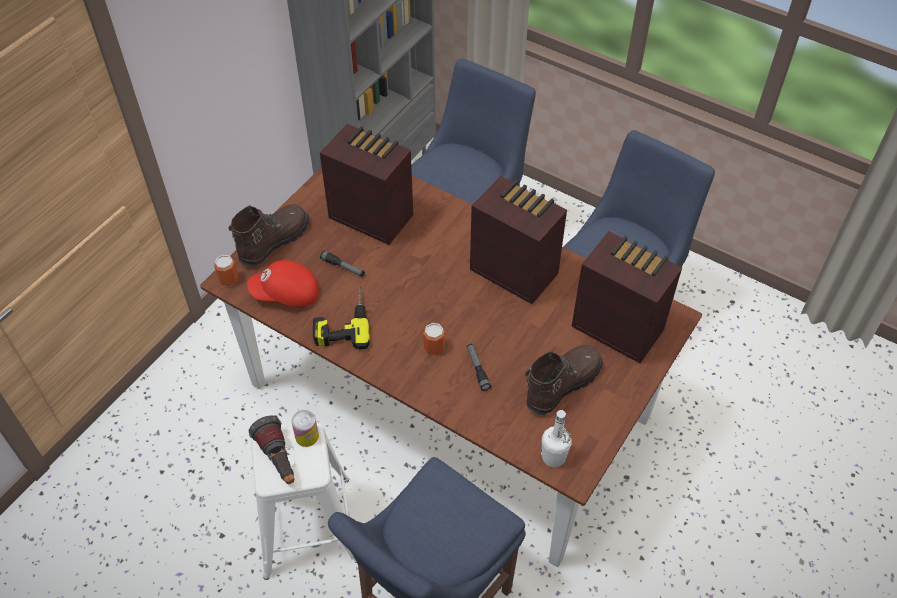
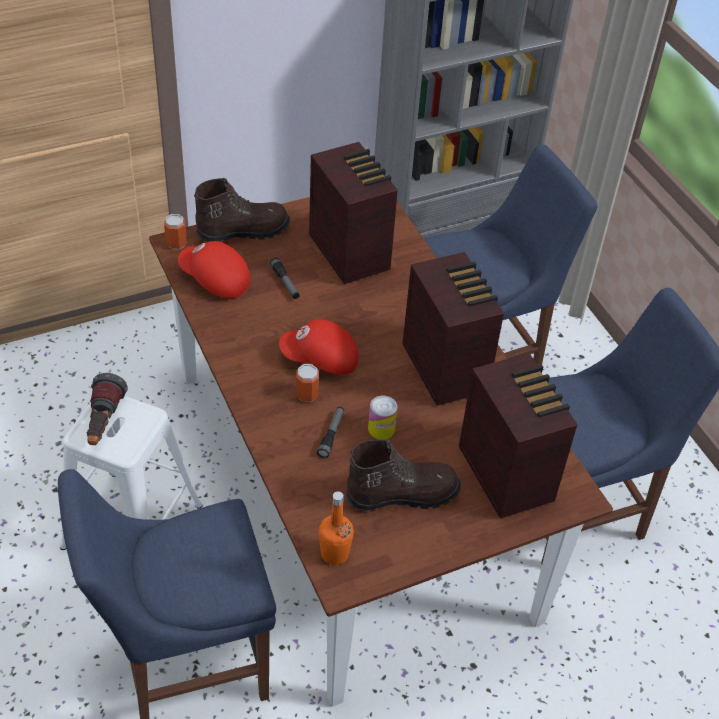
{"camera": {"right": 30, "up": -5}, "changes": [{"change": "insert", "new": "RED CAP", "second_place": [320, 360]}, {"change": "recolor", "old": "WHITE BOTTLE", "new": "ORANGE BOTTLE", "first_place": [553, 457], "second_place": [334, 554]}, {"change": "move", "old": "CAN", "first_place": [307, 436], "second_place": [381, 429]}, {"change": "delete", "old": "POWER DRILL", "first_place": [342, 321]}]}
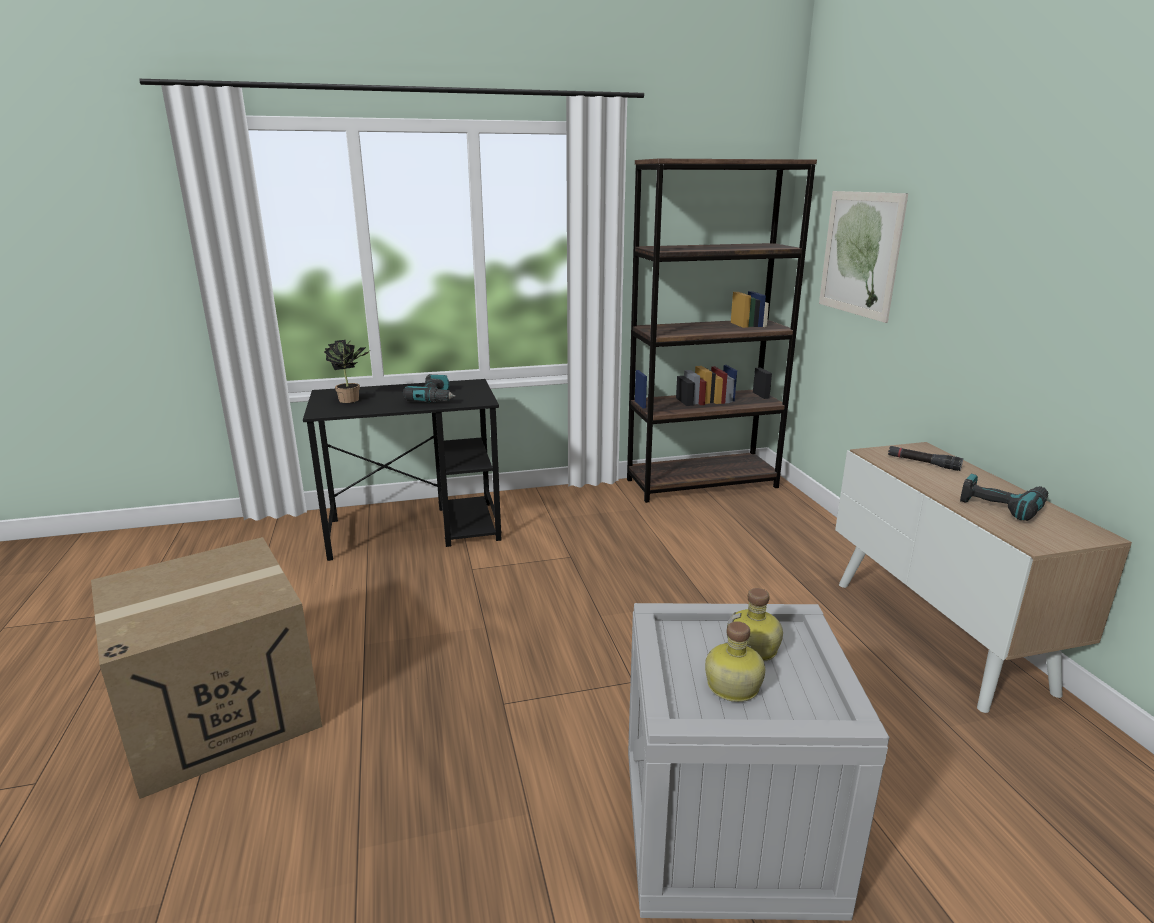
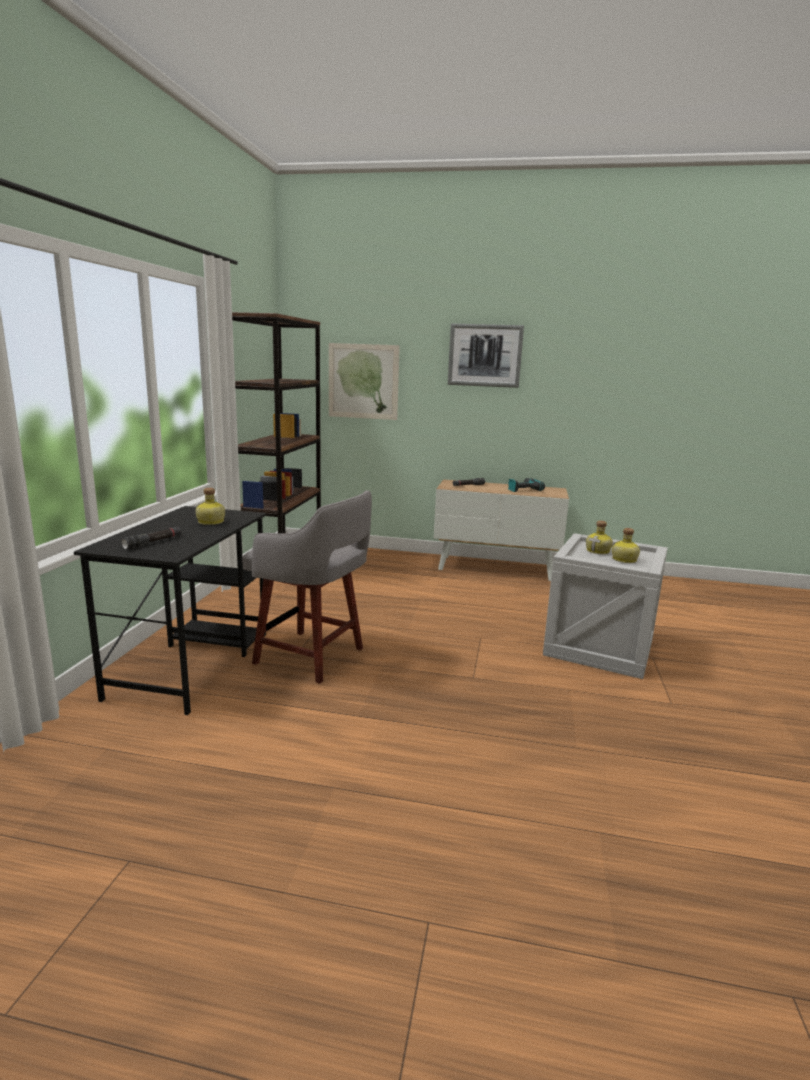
{"camera": {"right": -65, "up": -5}, "changes": [{"change": "replace", "old": "POTTED PLANT", "new": "BLACK FLASHLIGHT", "first_place": [352, 400], "second_place": [153, 542]}, {"change": "replace", "old": "POWER DRILL", "new": "BOTTLE", "first_place": [435, 398], "second_place": [211, 522]}, {"change": "insert", "new": "GREY STOOL", "second_place": [313, 657]}, {"change": "insert", "new": "PICTURE", "second_place": [485, 355]}, {"change": "delete", "old": "CARDBOARD BOX", "first_place": [221, 711]}]}
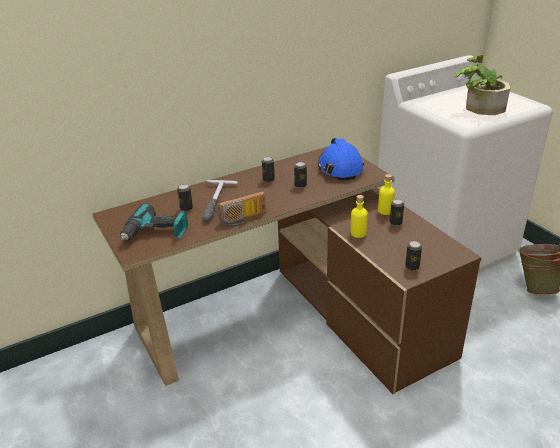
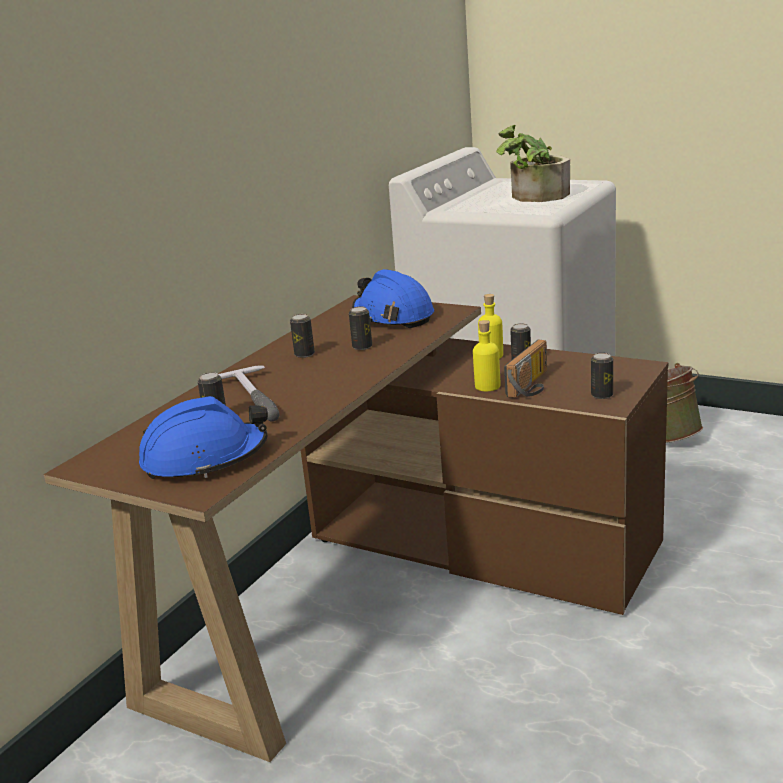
{"camera": {"right": -30, "up": -10}, "changes": [{"change": "replace", "old": "POWER DRILL", "new": "BLUE HARD HAT", "first_place": [155, 233], "second_place": [205, 459]}, {"change": "move", "old": "RADIO", "first_place": [243, 219], "second_place": [533, 386]}]}
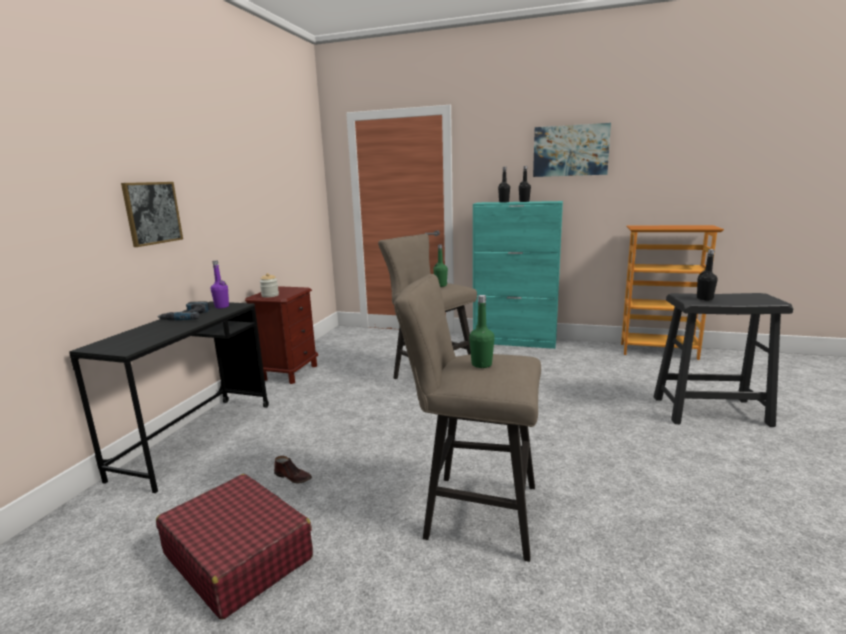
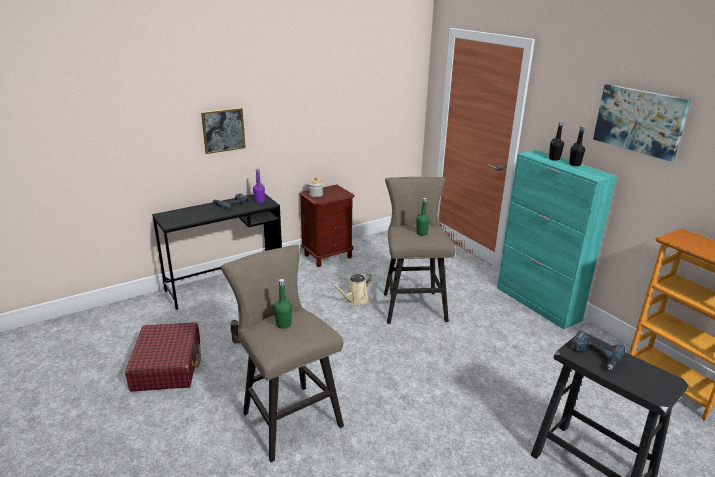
{"camera": {"right": 40, "up": 10}, "changes": [{"change": "insert", "new": "BEIGE WATERING CAN", "second_place": [355, 300]}, {"change": "replace", "old": "BLACK BOTTLE", "new": "POWER DRILL", "first_place": [704, 299], "second_place": [595, 355]}]}
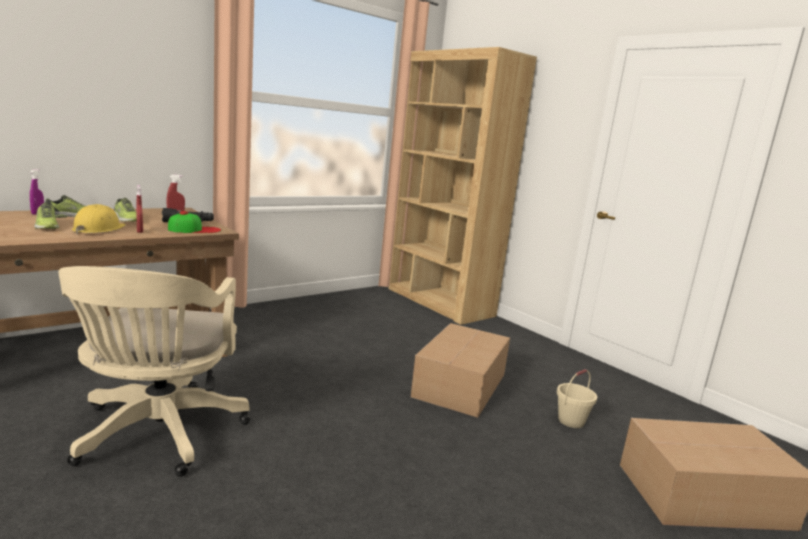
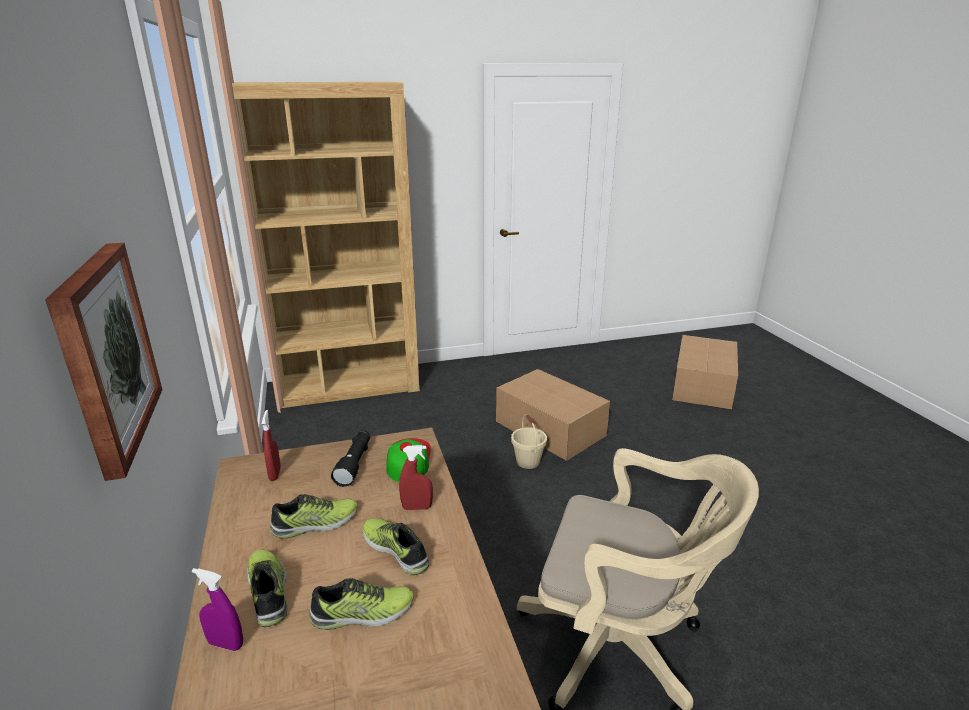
{"camera": {"right": -65, "up": 10}, "changes": [{"change": "insert", "new": "PICTURE", "second_place": [105, 354]}, {"change": "replace", "old": "YELLOW HARD HAT", "new": "SHOE", "first_place": [98, 229], "second_place": [396, 550]}, {"change": "move", "old": "BEIGE BUCKET", "first_place": [571, 421], "second_place": [527, 462]}]}
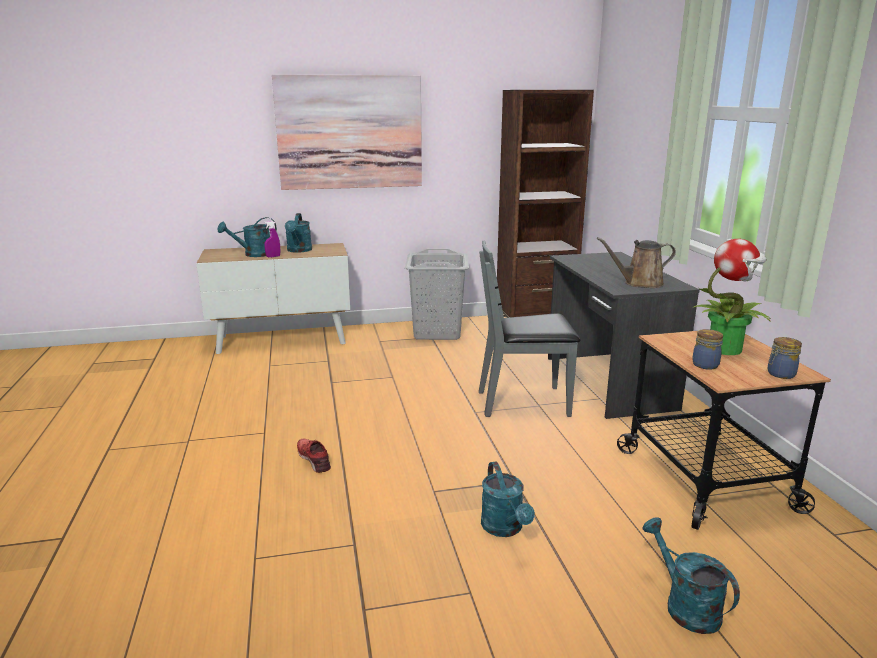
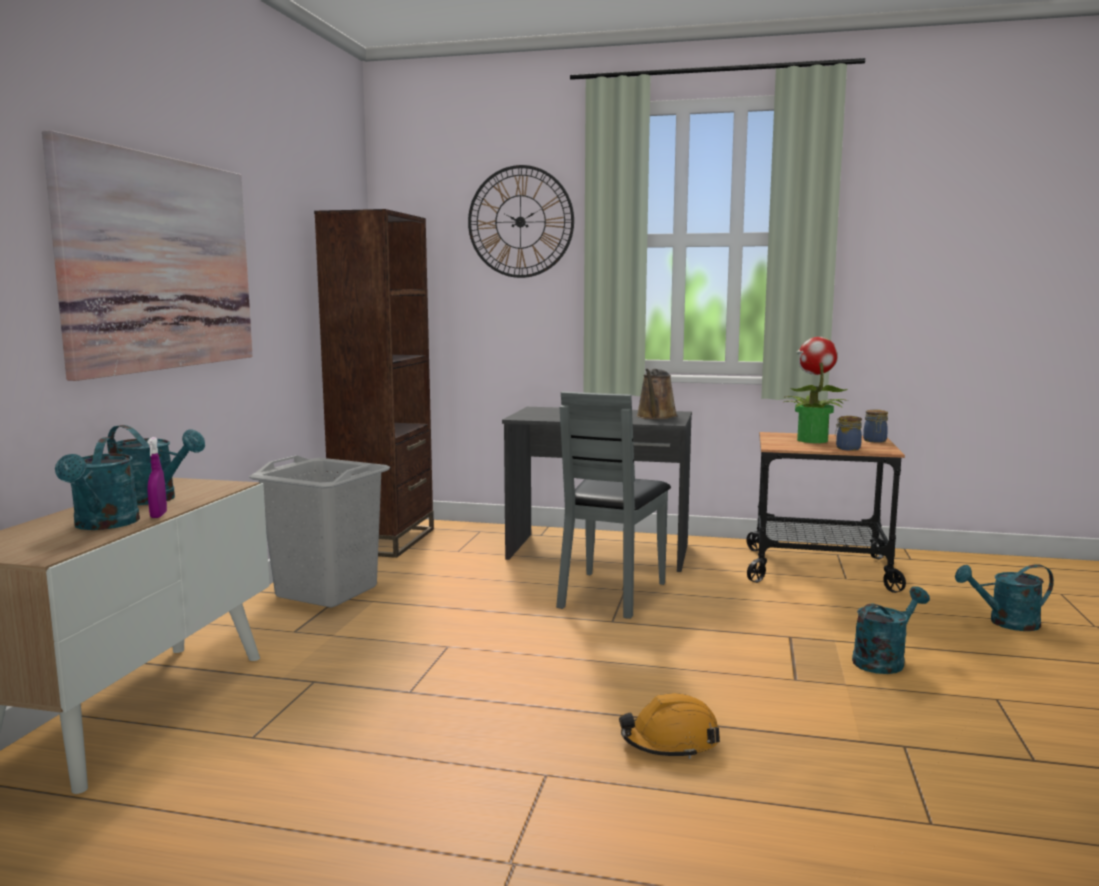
{"camera": {"right": -65, "up": -10}, "changes": [{"change": "insert", "new": "WALL CLOCK", "second_place": [520, 222]}, {"change": "replace", "old": "RED SHOE", "new": "ORANGE HARD HAT", "first_place": [314, 459], "second_place": [670, 742]}, {"change": "rotate", "old": "TURQUOISE WATERING CAN", "first_place": [505, 529], "second_place": [884, 660], "degrees": -45}]}
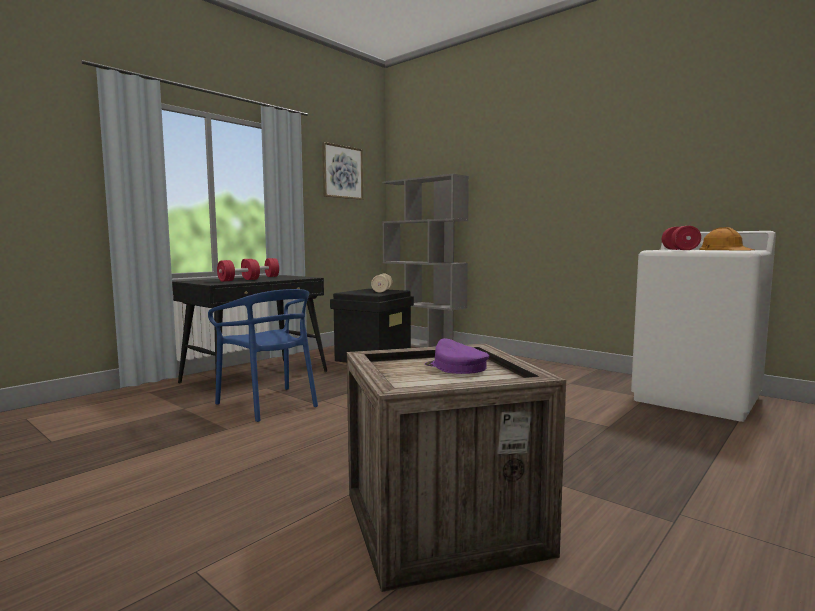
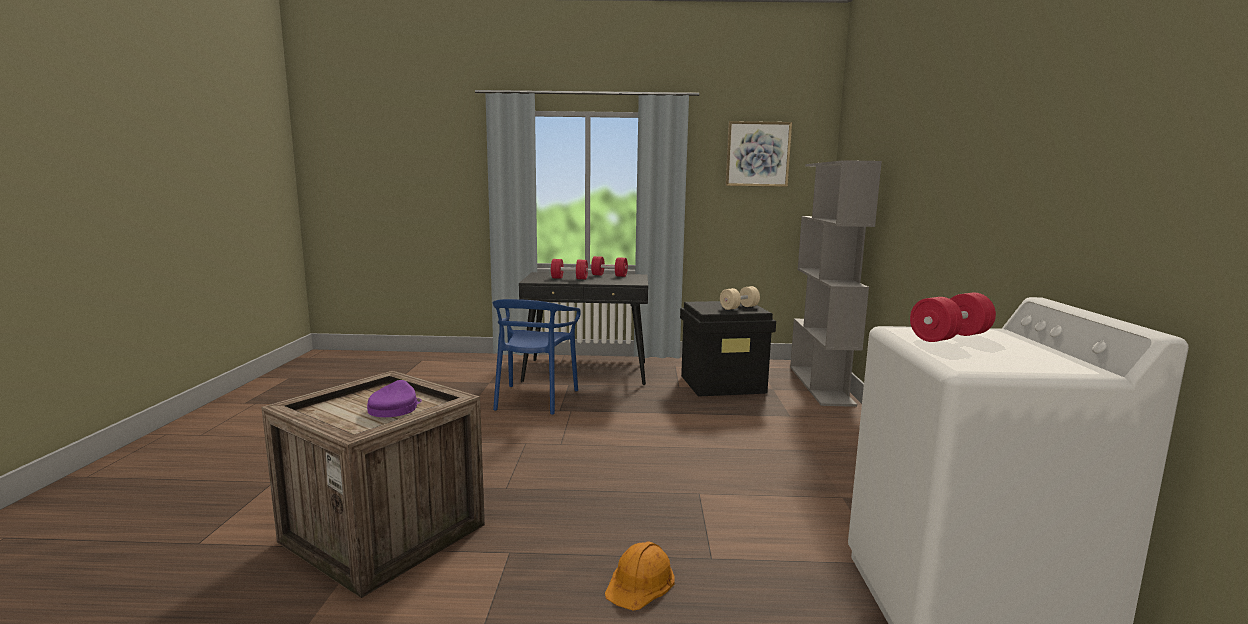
{"camera": {"right": 50, "up": 5}, "changes": [{"change": "move", "old": "ORANGE HARD HAT", "first_place": [725, 250], "second_place": [640, 582]}]}
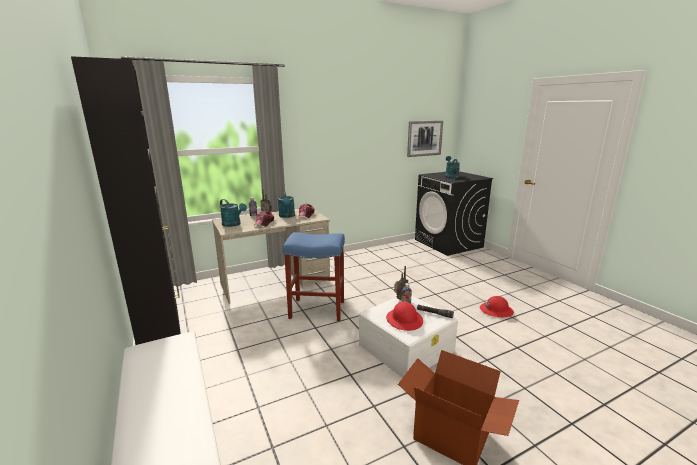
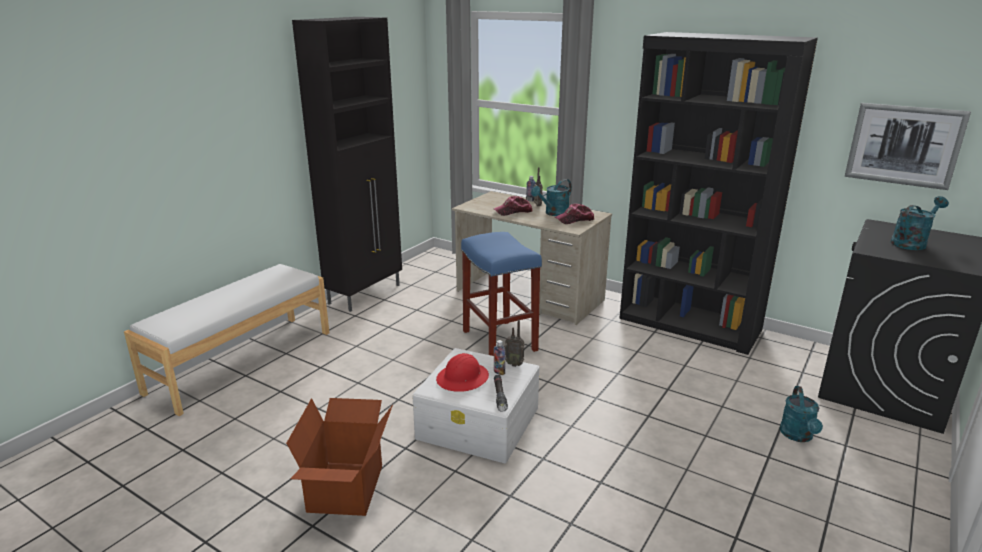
{"camera": {"right": 60, "up": 5}, "changes": [{"change": "insert", "new": "BLACK BOOKCASE", "second_place": [689, 325]}, {"change": "move", "old": "TURQUOISE WATERING CAN", "first_place": [233, 224], "second_place": [798, 436]}, {"change": "delete", "old": "RED HARD HAT", "first_place": [496, 310]}]}
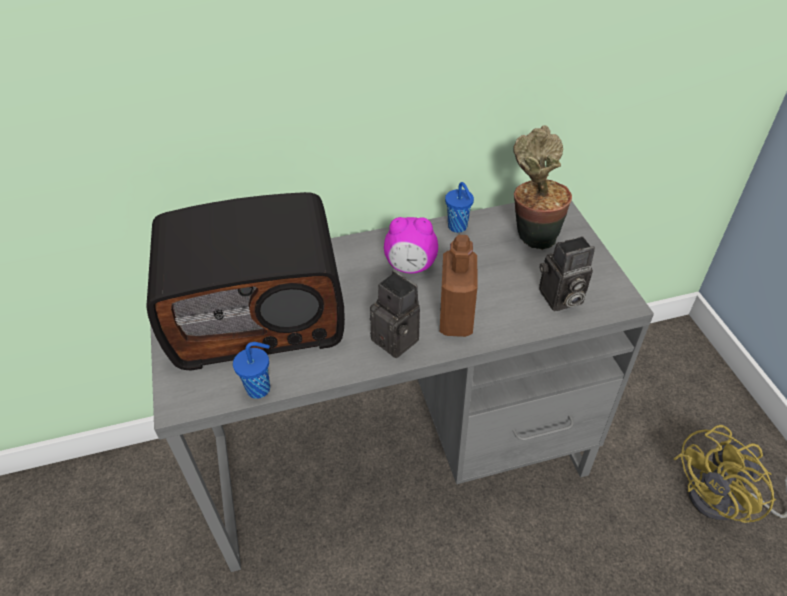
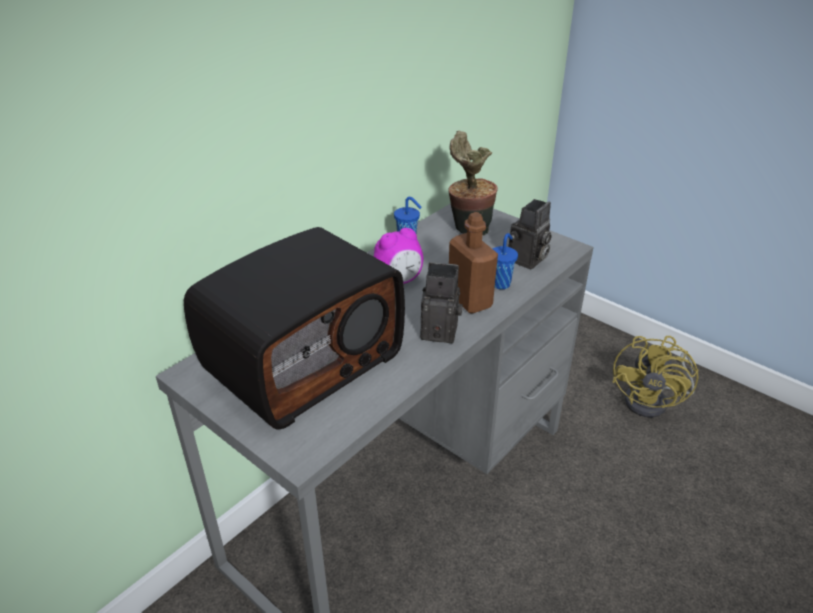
{"camera": {"right": -35, "up": -10}, "changes": [{"change": "move", "old": "BLUE CUP", "first_place": [260, 388], "second_place": [501, 283]}]}
